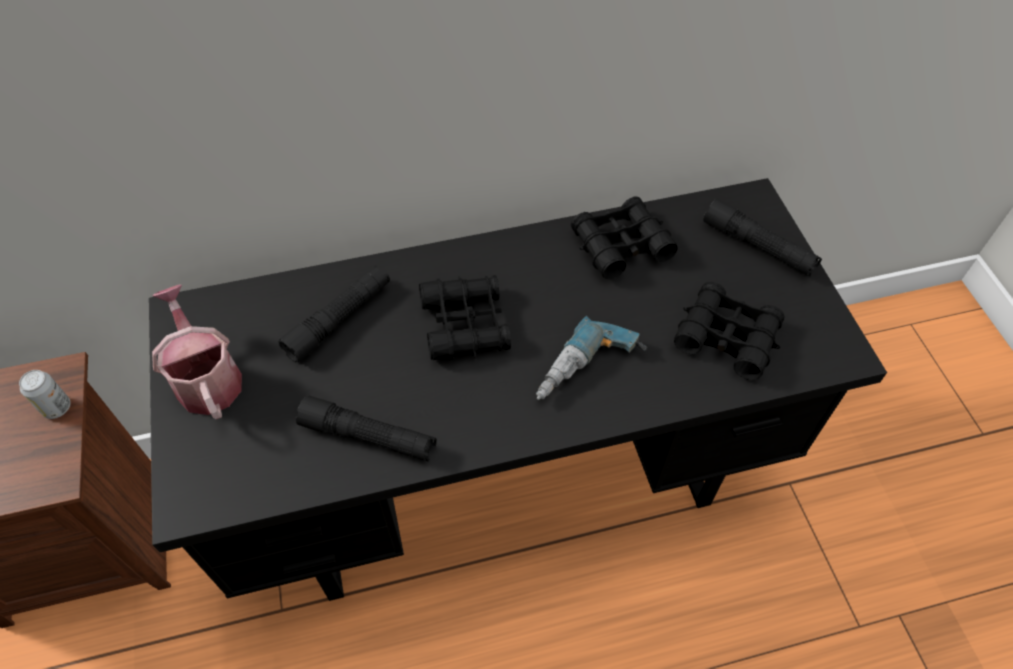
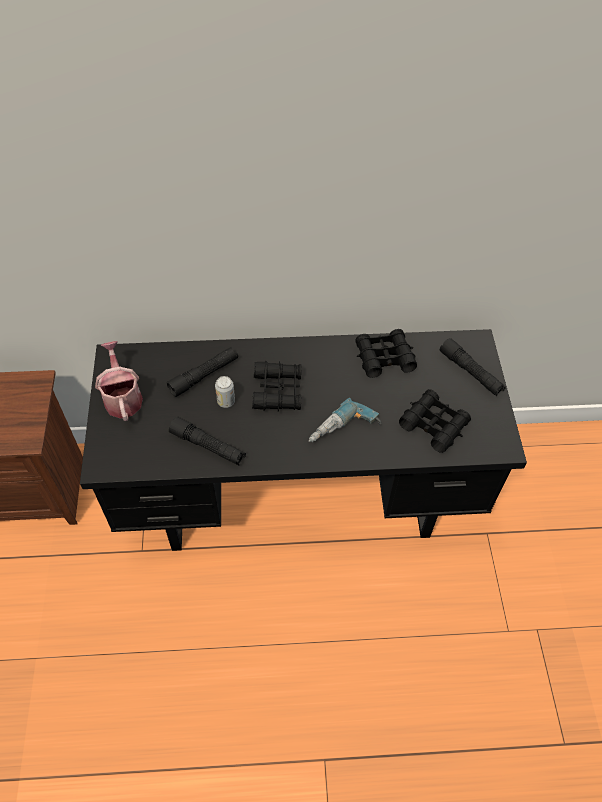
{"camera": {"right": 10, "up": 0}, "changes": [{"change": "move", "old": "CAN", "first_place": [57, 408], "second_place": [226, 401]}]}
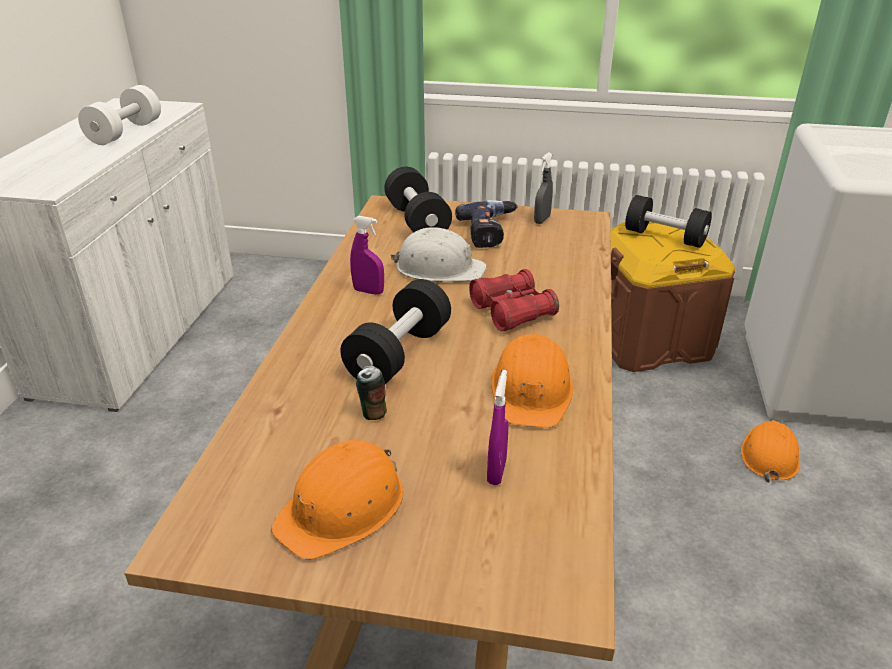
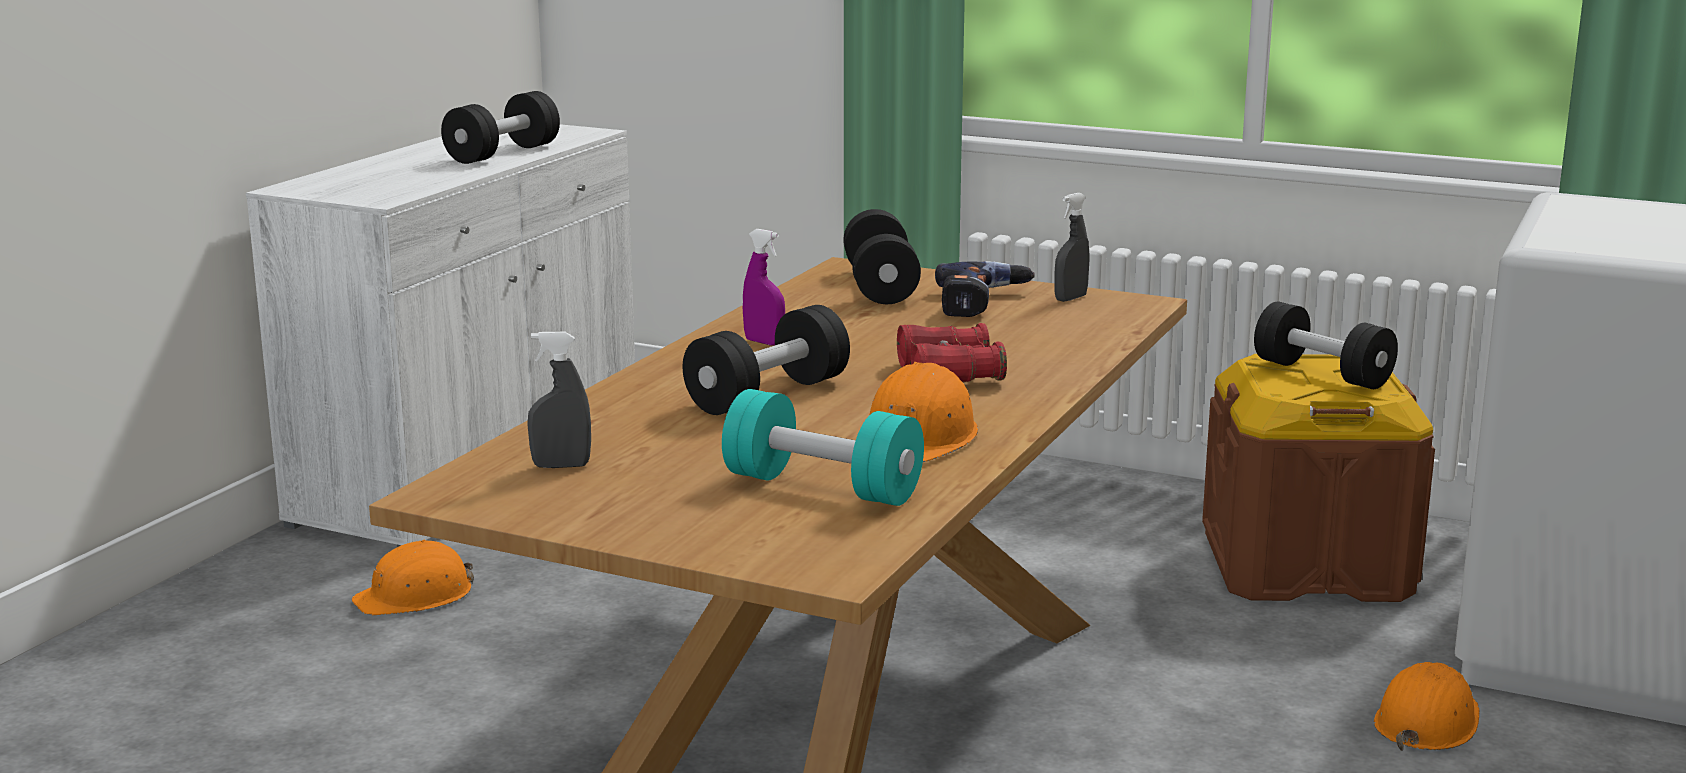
{"camera": {"right": 15, "up": -15}, "changes": [{"change": "move", "old": "ORANGE HARD HAT", "first_place": [343, 507], "second_place": [416, 596]}, {"change": "recolor", "old": "WHITE DUMBBELL", "new": "BLACK DUMBBELL", "first_place": [125, 132], "second_place": [503, 154]}, {"change": "insert", "new": "GREY SPRAY BOTTLE", "second_place": [561, 466]}, {"change": "replace", "old": "PURPLE SPRAY BOTTLE", "new": "TURQUOISE DUMBBELL", "first_place": [496, 471], "second_place": [822, 487]}, {"change": "delete", "old": "CAN", "first_place": [373, 412]}, {"change": "delete", "old": "WHITE HARD HAT", "first_place": [439, 268]}]}
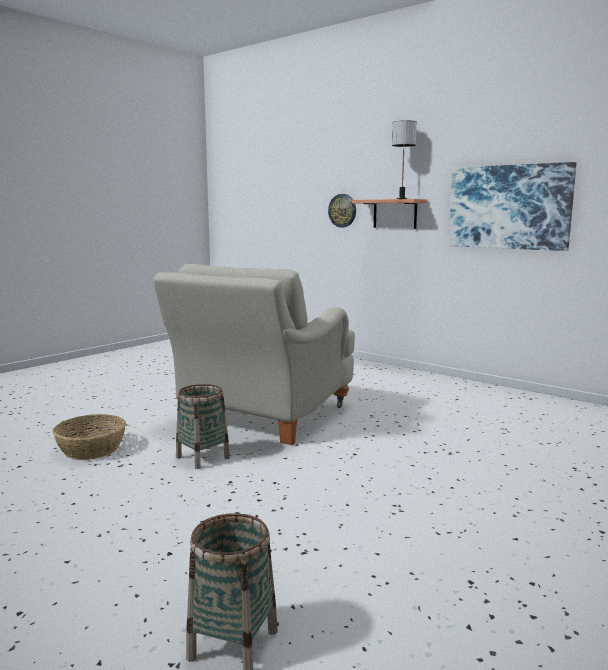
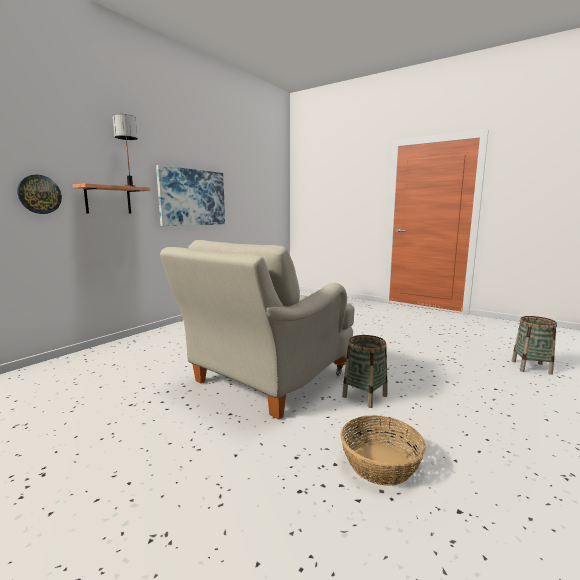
{"camera": {"right": -95, "up": 0}, "changes": [{"change": "rotate", "old": "BEIGE ARMCHAIR", "first_place": [262, 417], "second_place": [265, 381], "degrees": 105}]}
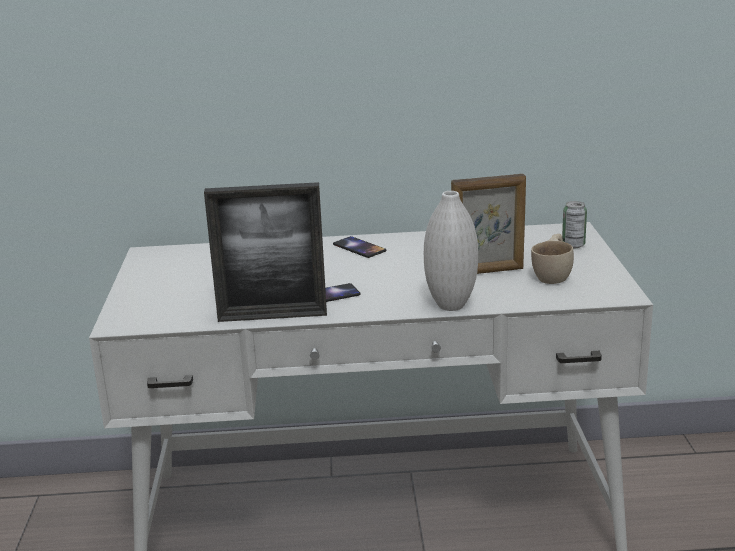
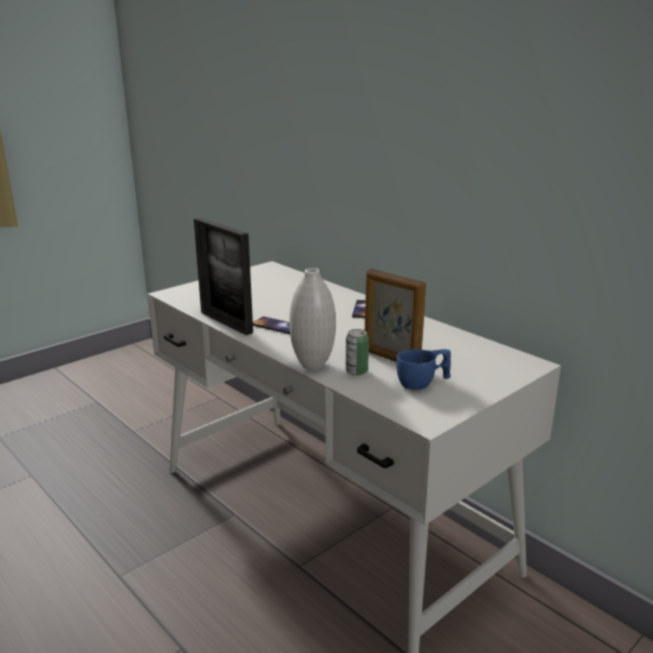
{"camera": {"right": 50, "up": 0}, "changes": [{"change": "move", "old": "CAN", "first_place": [573, 245], "second_place": [356, 371]}, {"change": "recolor", "old": "BEIGE CUP", "new": "BLUE CUP", "first_place": [554, 275], "second_place": [423, 383]}]}
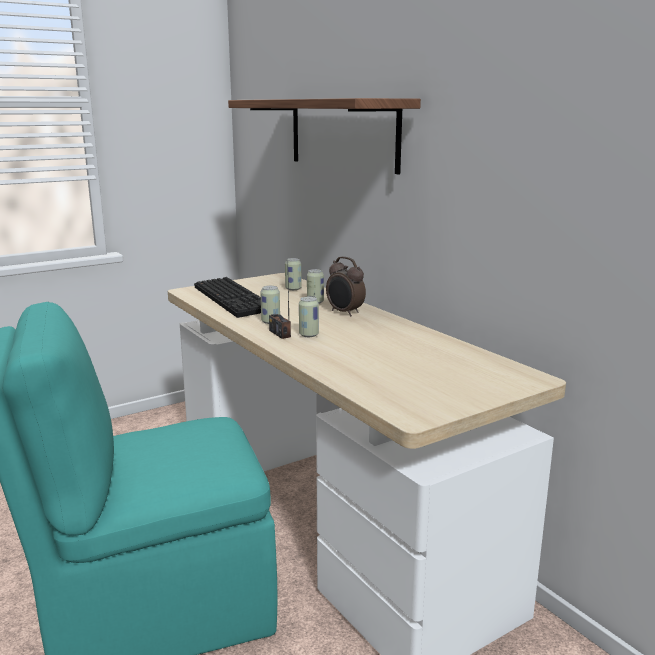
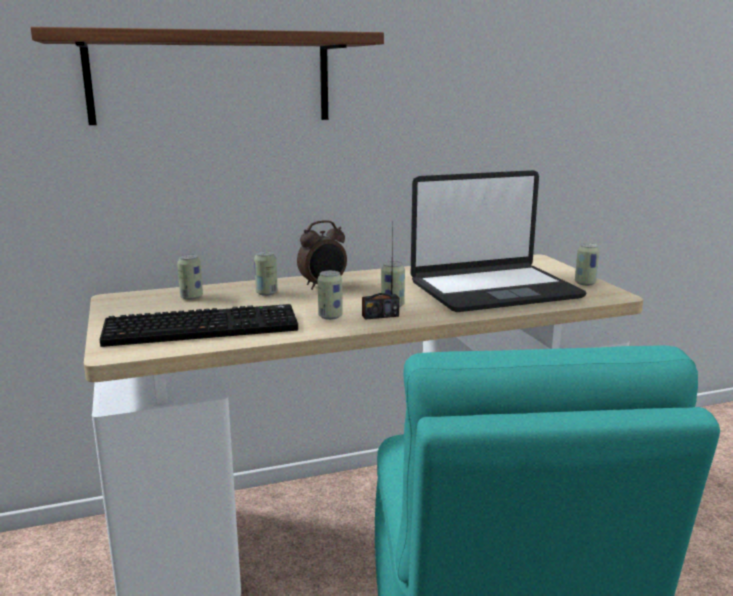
{"camera": {"right": -75, "up": 0}, "changes": [{"change": "insert", "new": "LAPTOP", "second_place": [493, 290]}, {"change": "insert", "new": "CAN", "second_place": [585, 283]}]}
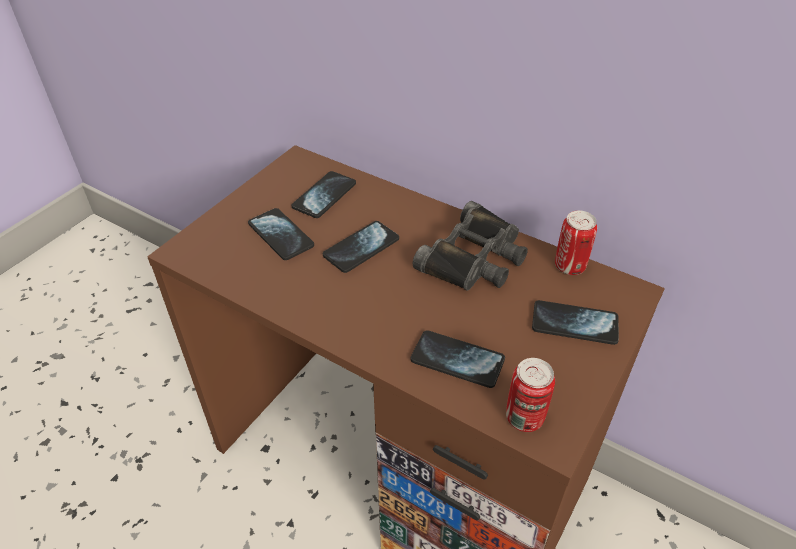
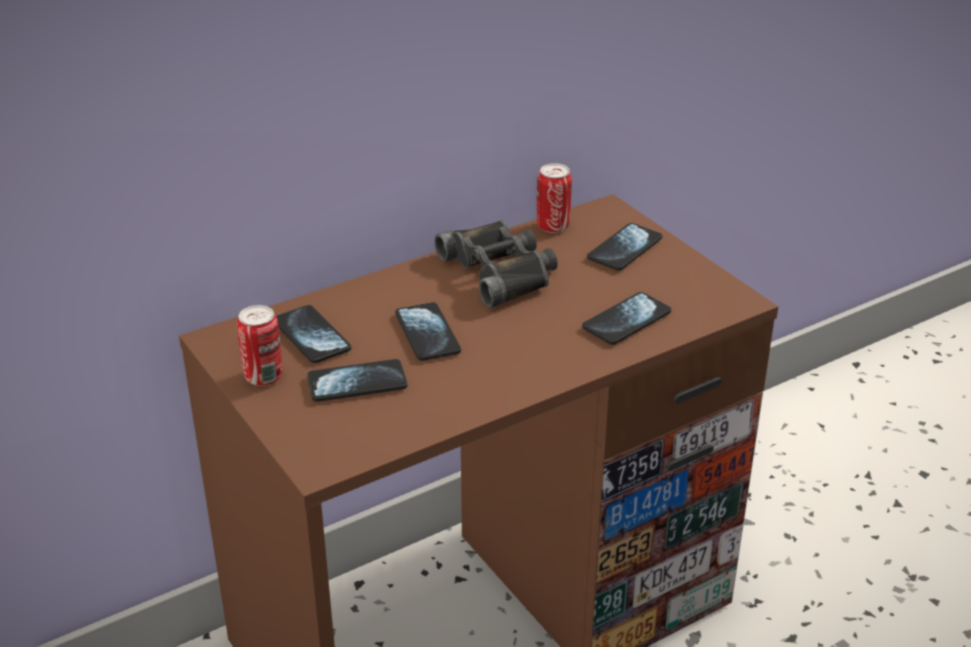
{"camera": {"right": -65, "up": -10}, "changes": [{"change": "move", "old": "CAN", "first_place": [524, 418], "second_place": [263, 377]}]}
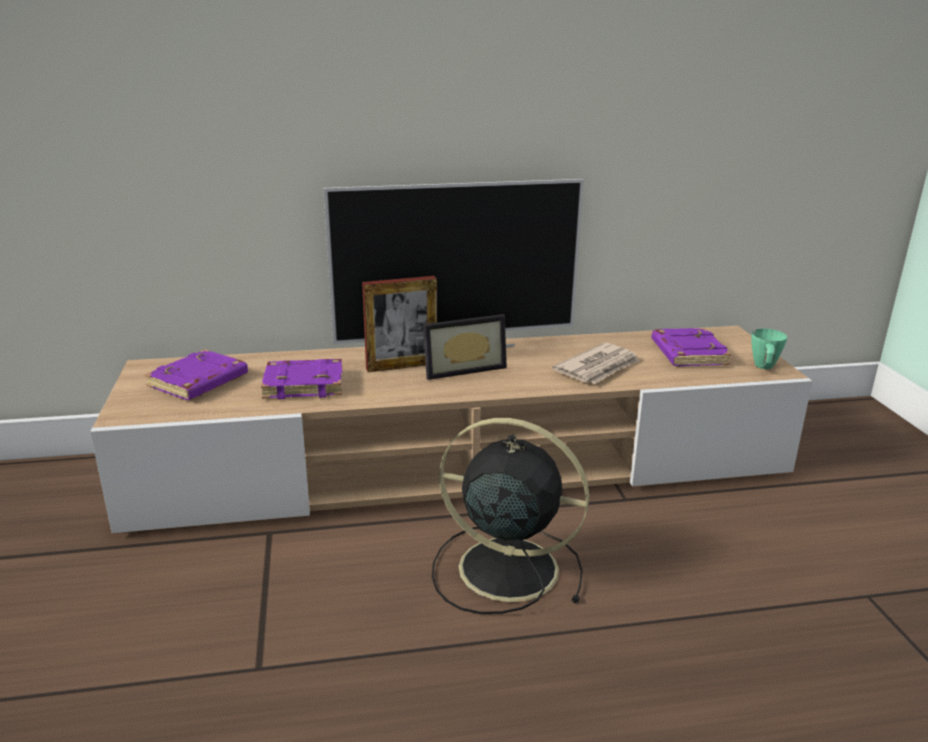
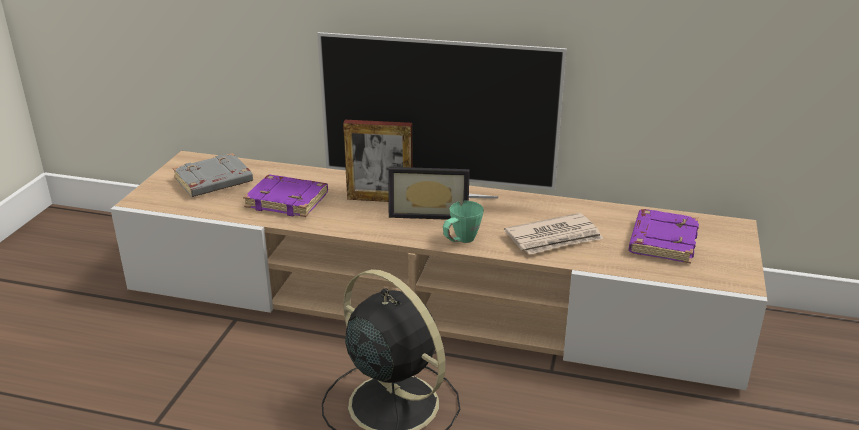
{"camera": {"right": 25, "up": 5}, "changes": [{"change": "recolor", "old": "PURPLE BOOK", "new": "GREY BOOK", "first_place": [199, 382], "second_place": [213, 181]}, {"change": "move", "old": "GREEN MUG", "first_place": [764, 369], "second_place": [460, 241]}]}
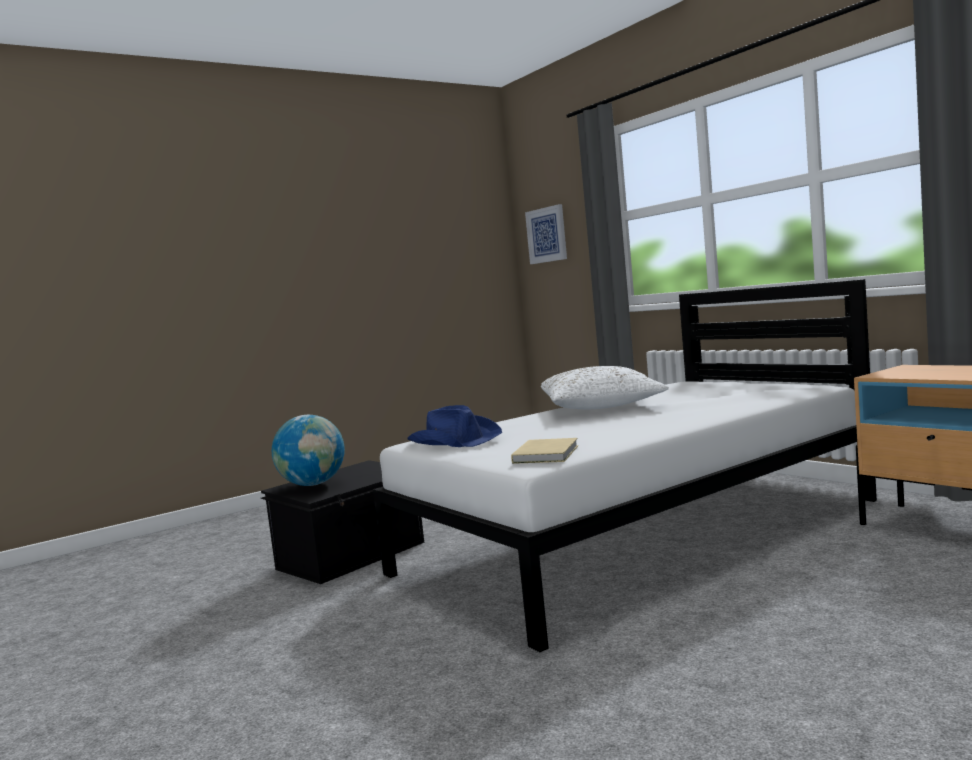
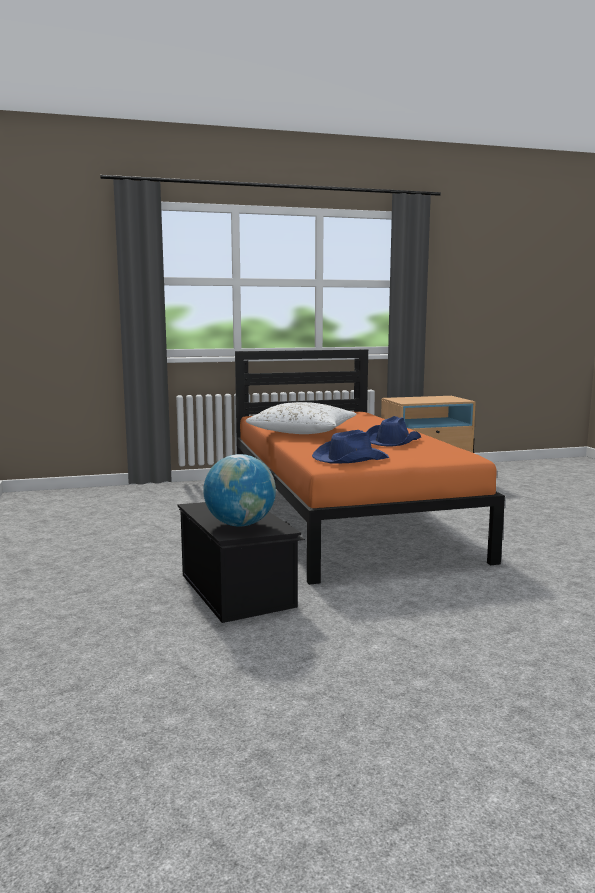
{"camera": {"right": -70, "up": 5}, "changes": [{"change": "recolor", "old": "WHITE BED", "new": "ORANGE BED", "first_place": [642, 536], "second_place": [344, 516]}, {"change": "insert", "new": "BLUE HAT", "second_place": [392, 441]}, {"change": "delete", "old": "BEIGE BOOK", "first_place": [547, 454]}, {"change": "delete", "old": "PICTURE", "first_place": [547, 235]}]}
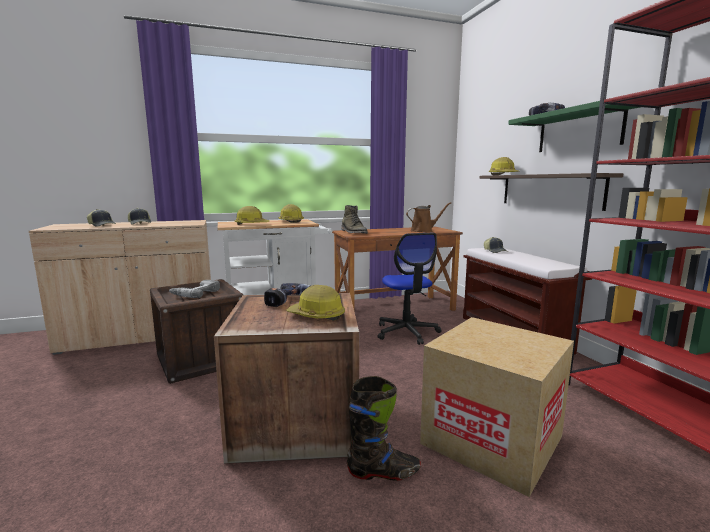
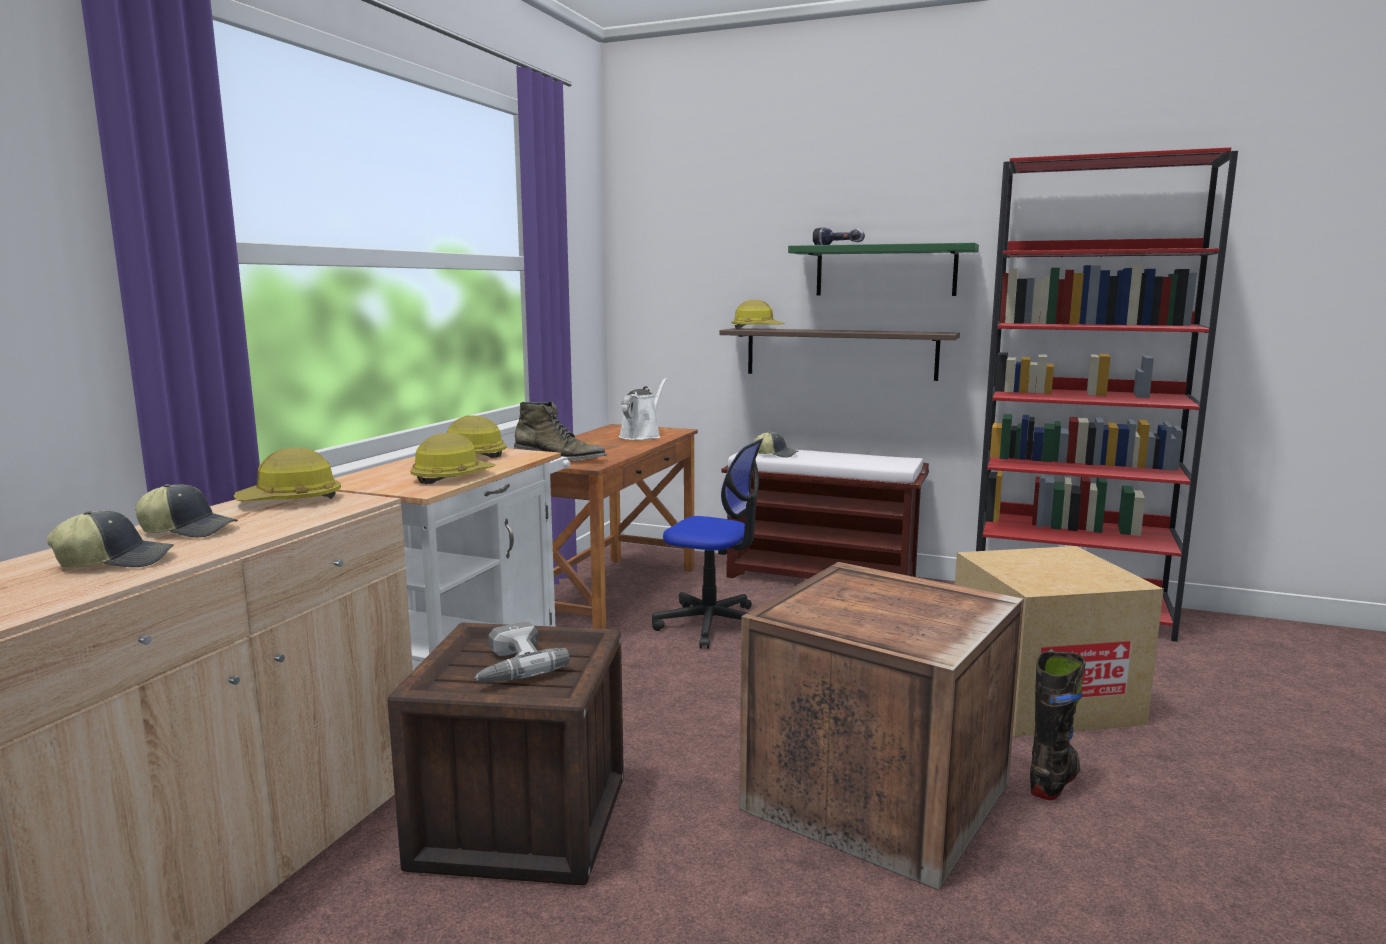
{"camera": {"right": -50, "up": 0}, "changes": [{"change": "move", "old": "HARD HAT", "first_place": [317, 316], "second_place": [291, 501]}, {"change": "recolor", "old": "BROWN WATERING CAN", "new": "WHITE WATERING CAN", "first_place": [423, 231], "second_place": [642, 436]}, {"change": "delete", "old": "POWER DRILL", "first_place": [291, 301]}]}
